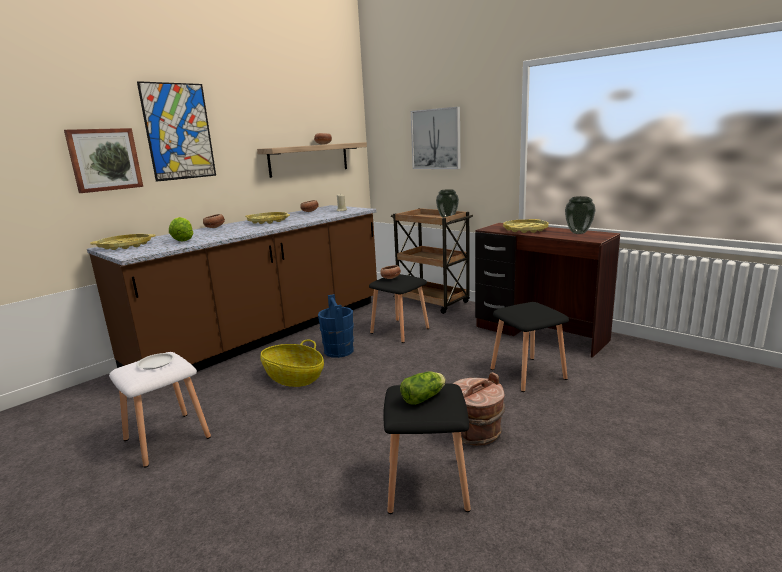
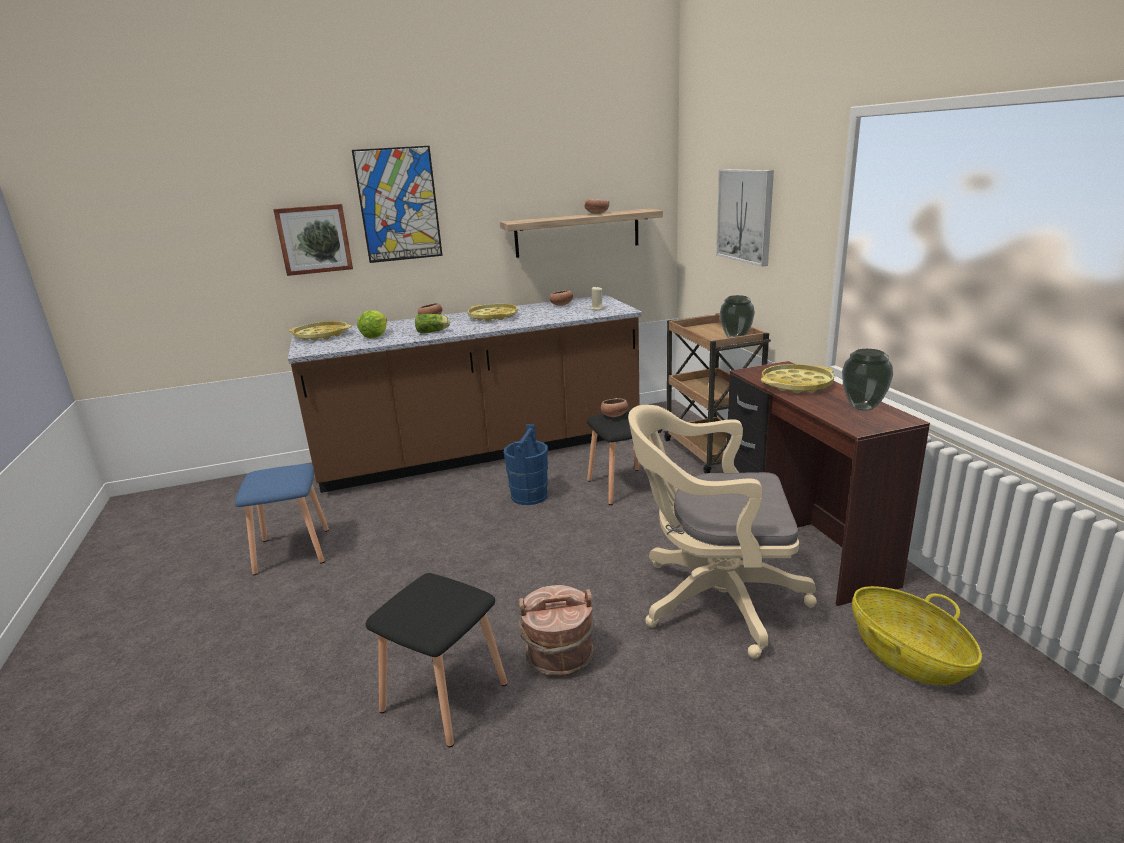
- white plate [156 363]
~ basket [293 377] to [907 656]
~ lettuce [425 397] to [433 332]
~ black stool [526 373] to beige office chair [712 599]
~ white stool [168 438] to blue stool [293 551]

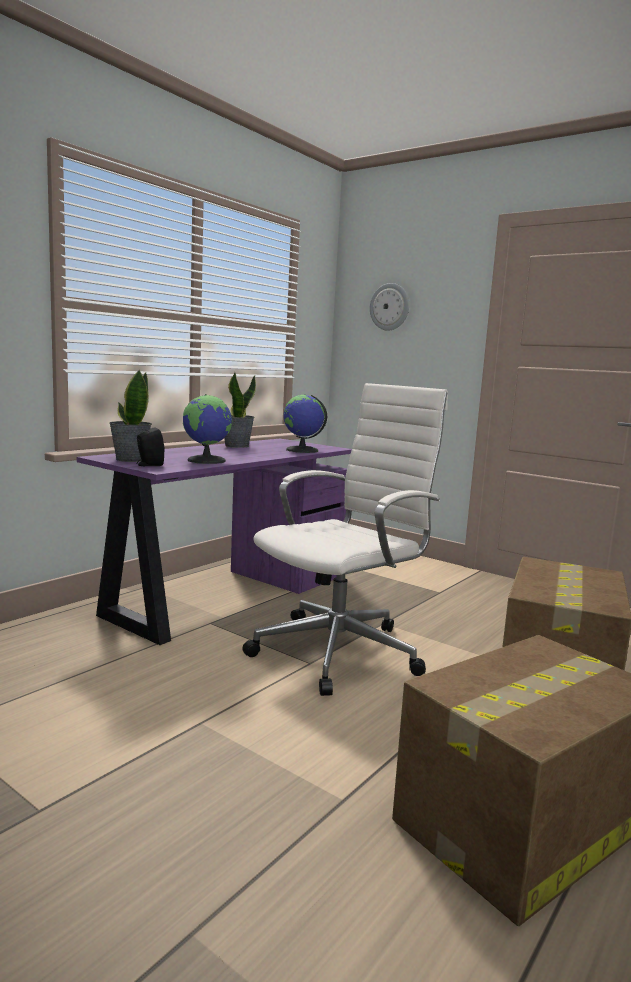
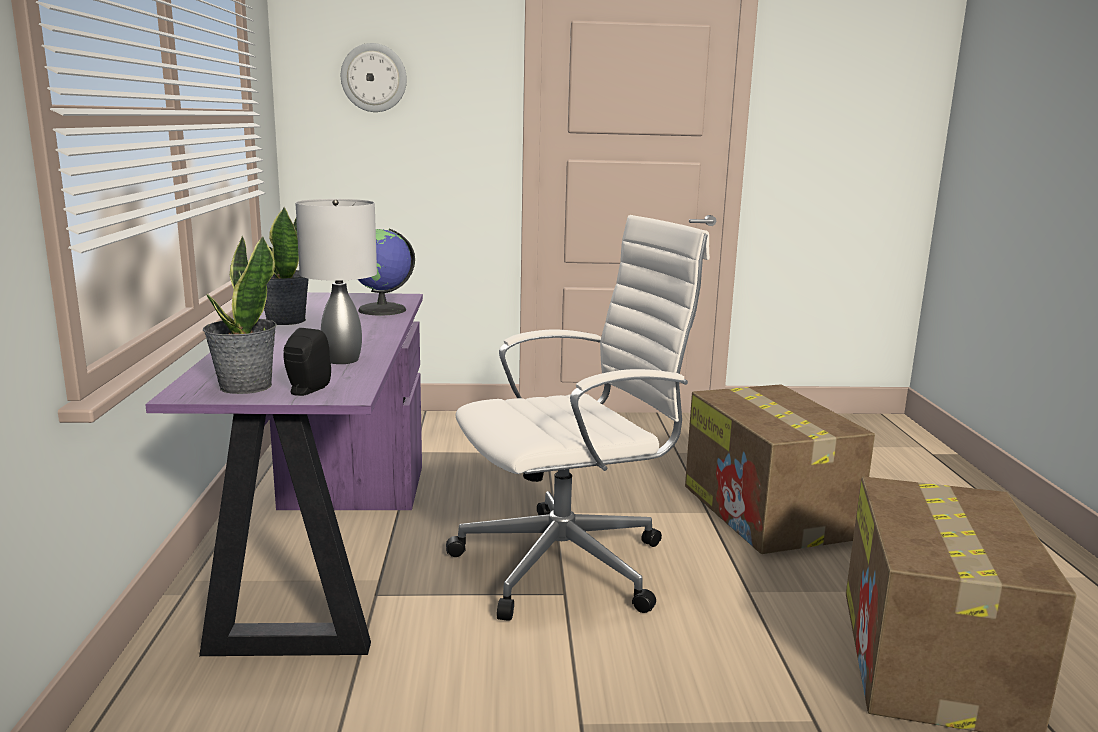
~ globe [207 460] to grey table lamp [343 359]
~ white office chair [341 651] = [569 564] 60 degrees clockwise

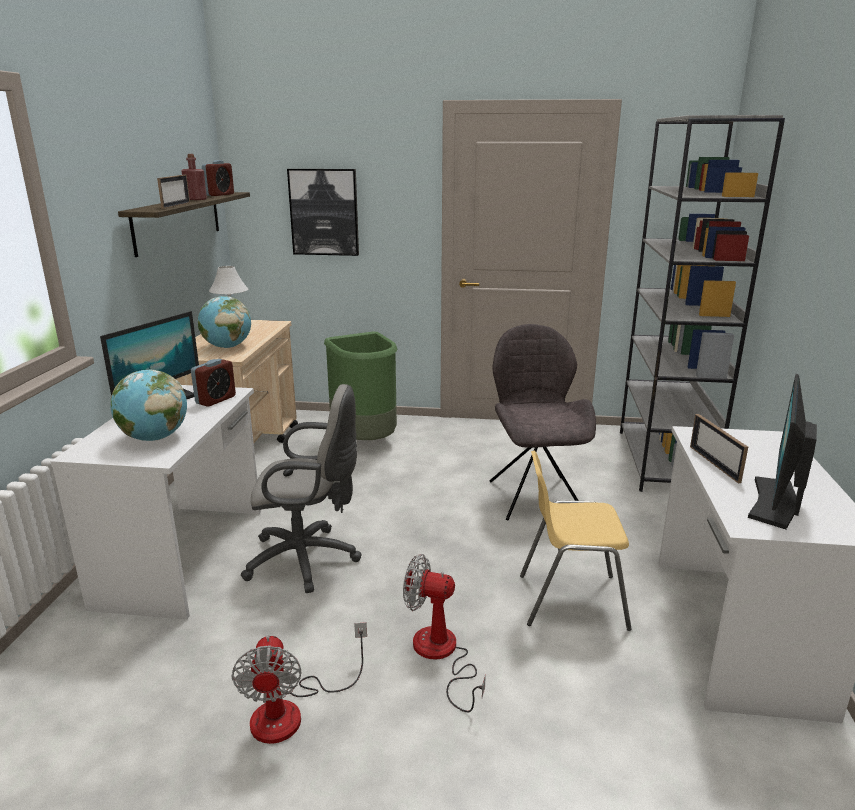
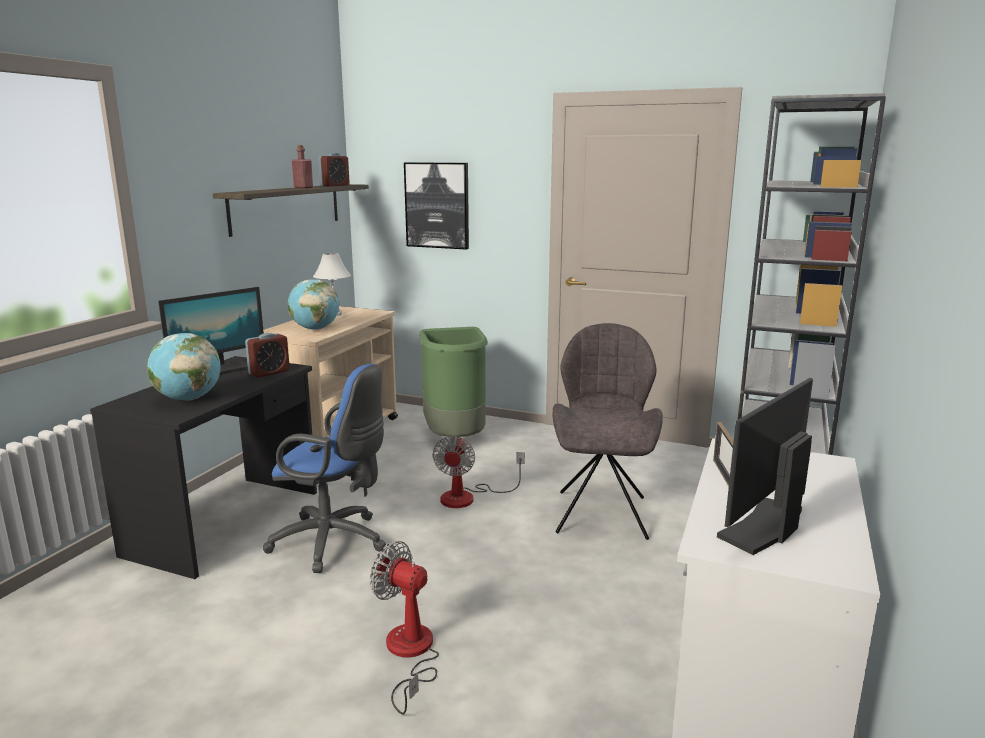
- picture frame [176 205]
- yellow chair [570 600]
~ fan [292 711] to [468 497]
~ white desk [185 555] to black desk [227 522]
~ grey office chair [308 560] to blue office chair [334 542]

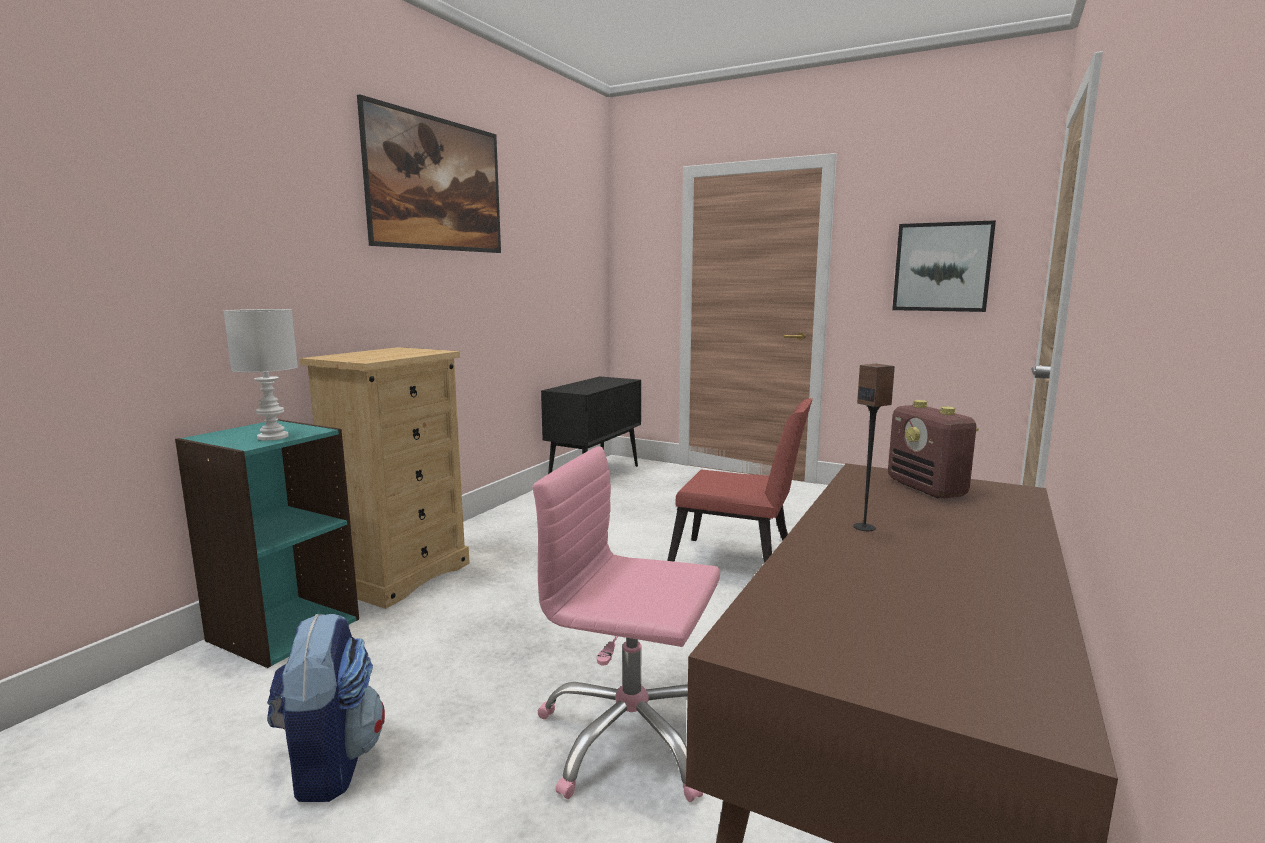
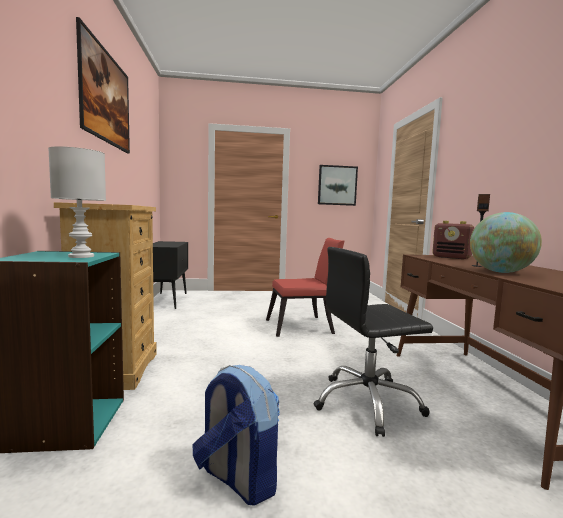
+ globe [500 272]
~ pink office chair [630 737] to black office chair [367 403]

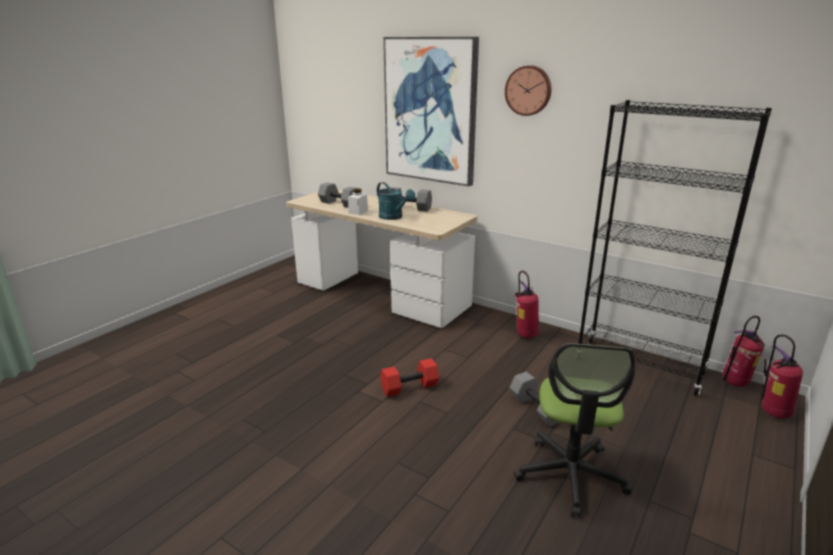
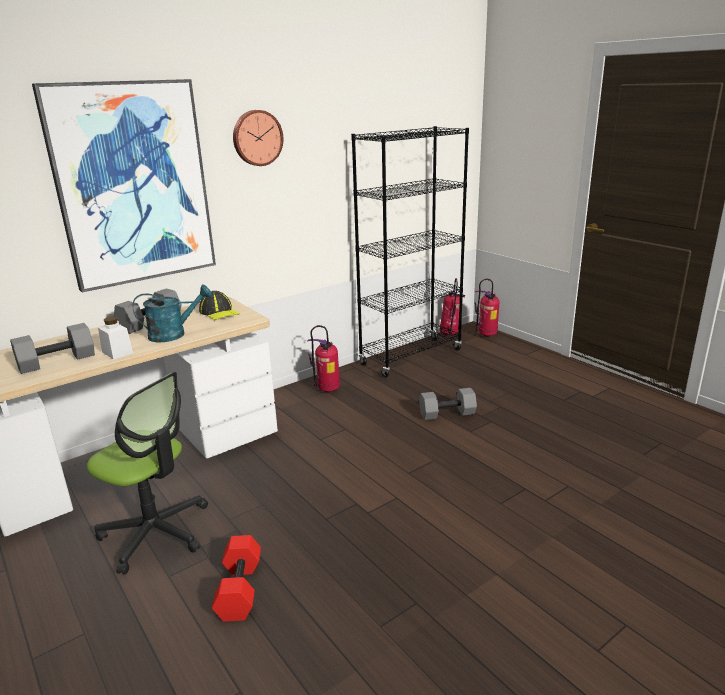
+ cap [219 312]
~ red dumbbell [410 386] to [238 589]
~ office chair [570 475] to [156 532]

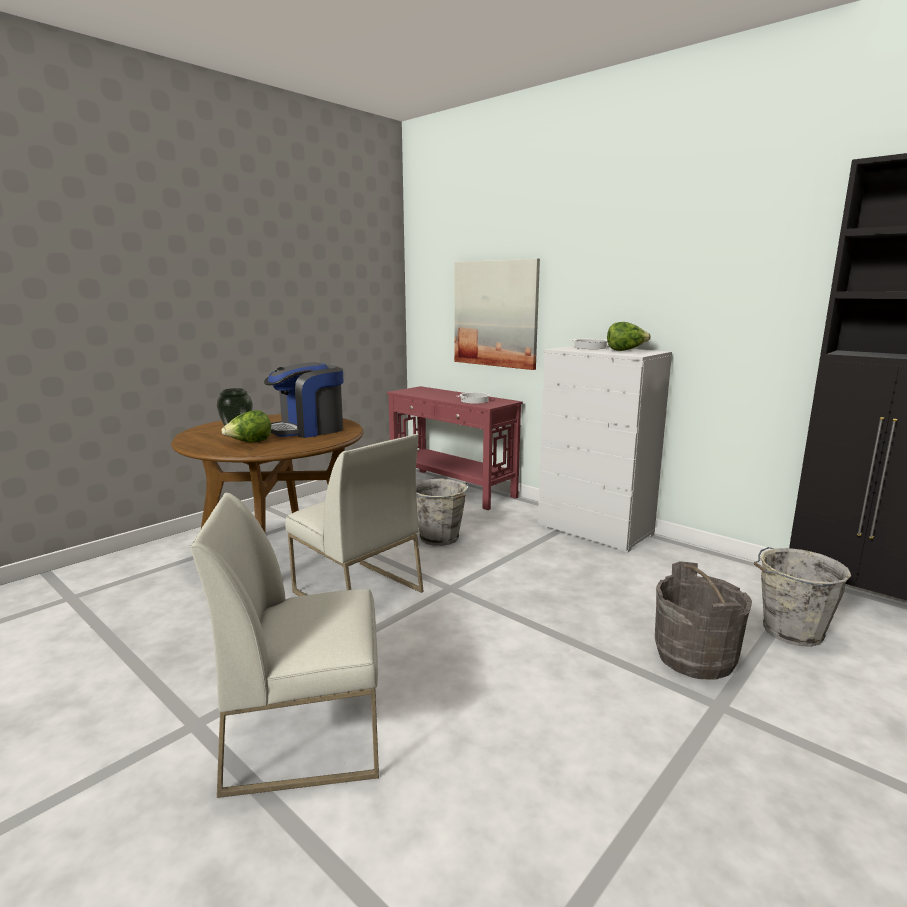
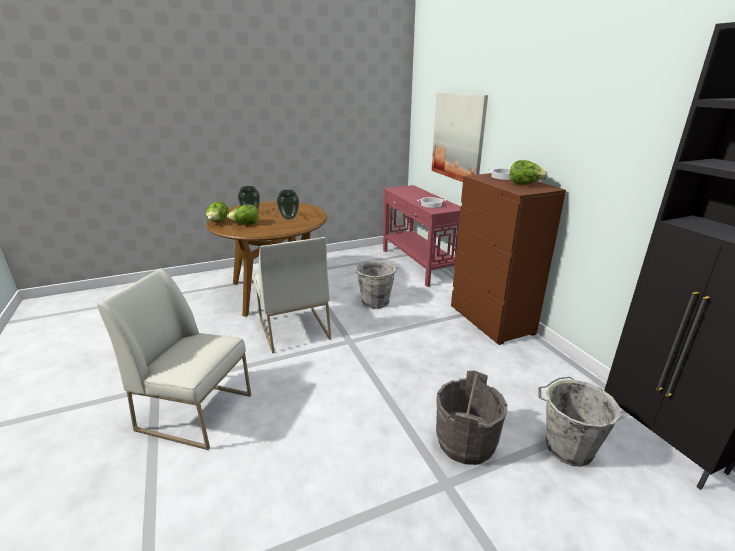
+ lettuce [218 222]
~ coffee machine [308 430] to vase [289 218]
~ white dresser [595 530] to brown dresser [491 320]

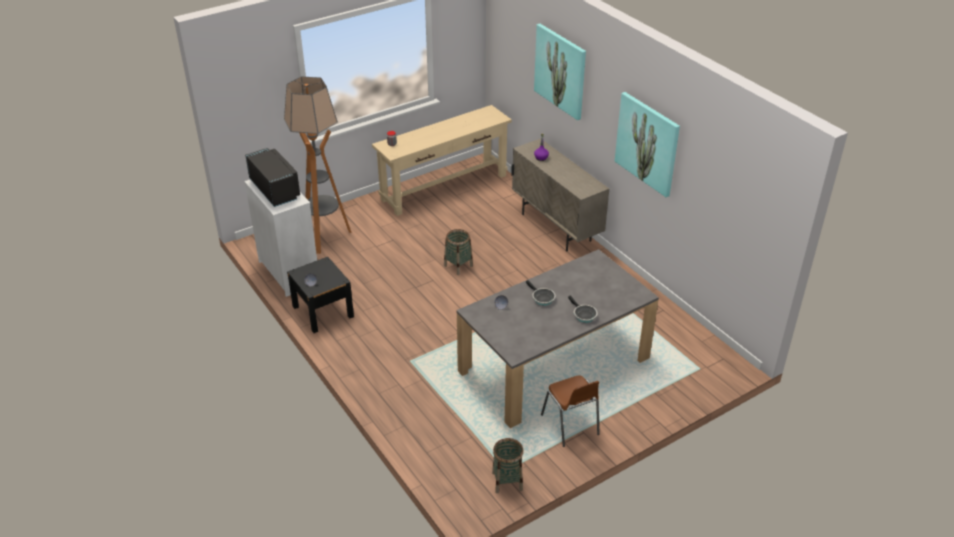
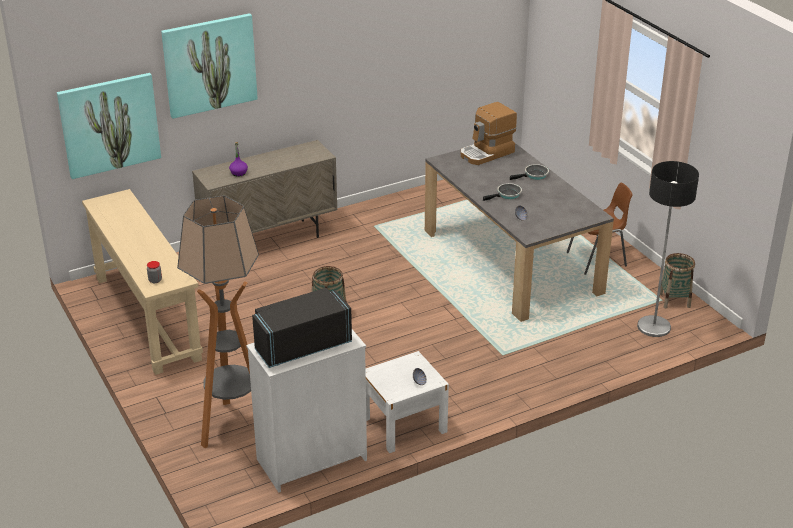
+ coffee machine [487 153]
+ floor lamp [654 327]
~ picture [647 143] to [109 124]
~ black nightstand [323 311] to white nightstand [404 425]

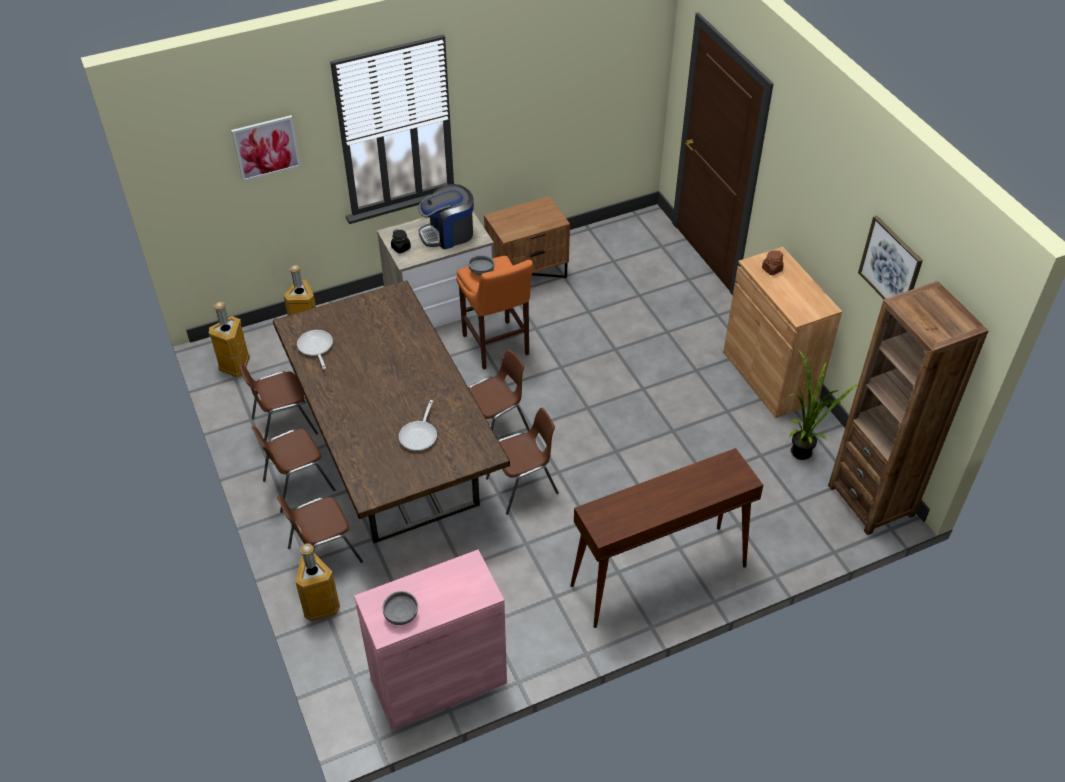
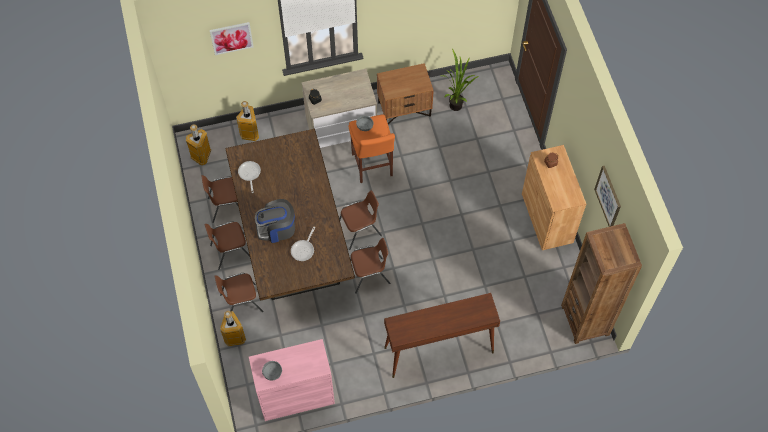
~ coffee machine [448 234] to [277 228]
~ potted plant [800 448] to [456 103]

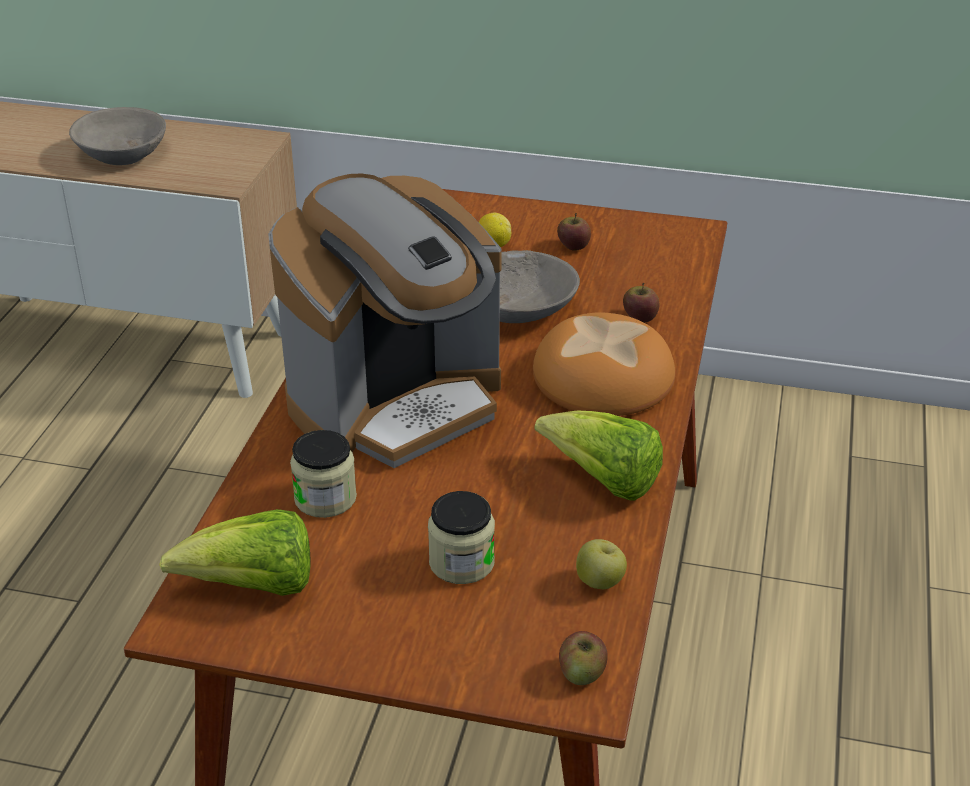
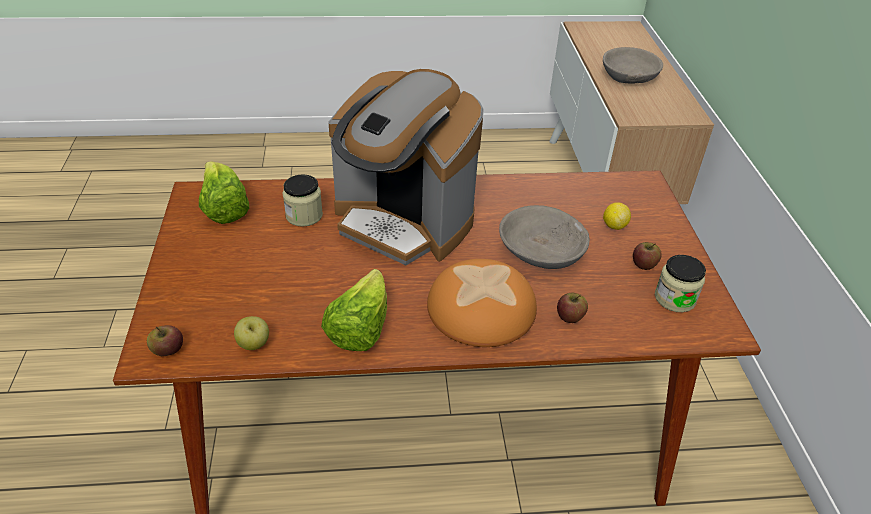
~ jar [461 562] to [674 298]

